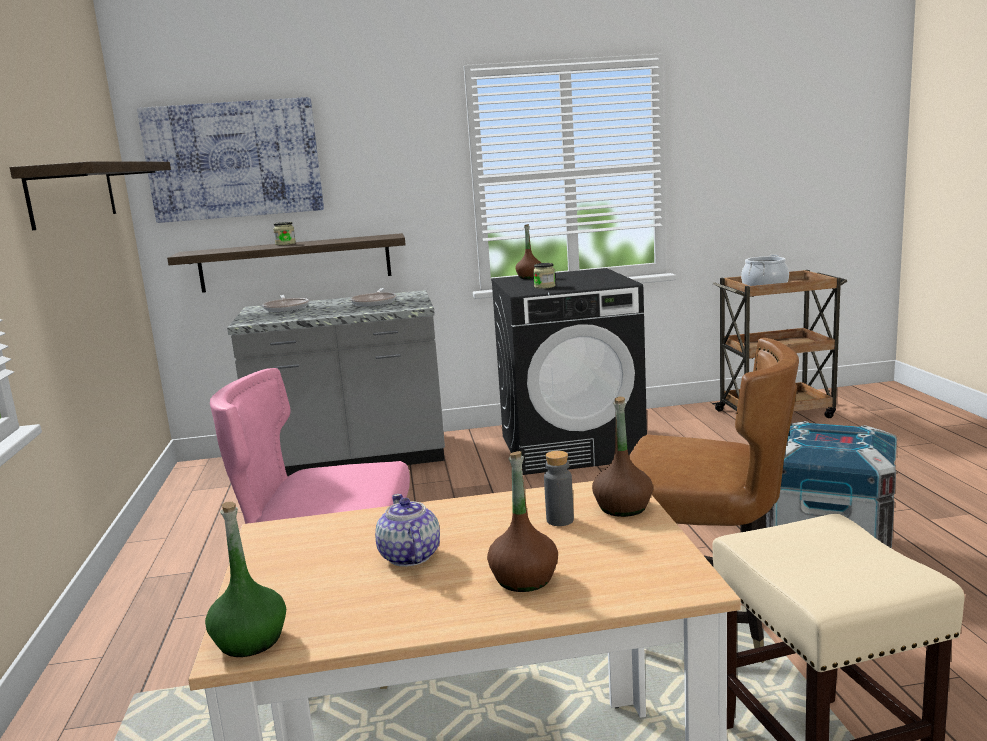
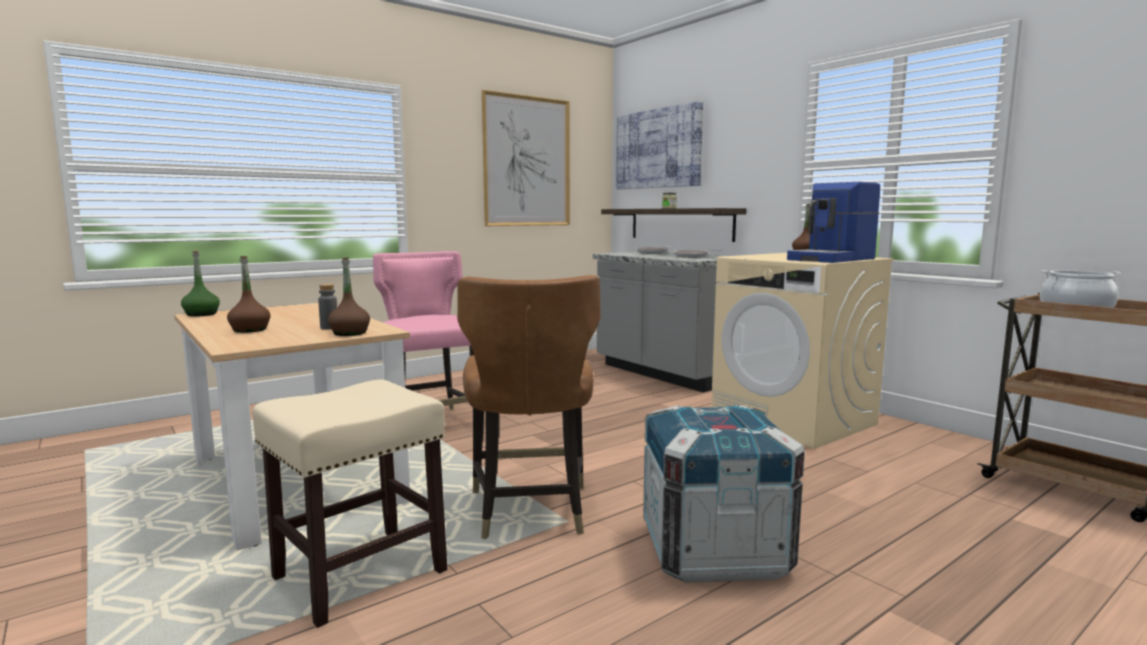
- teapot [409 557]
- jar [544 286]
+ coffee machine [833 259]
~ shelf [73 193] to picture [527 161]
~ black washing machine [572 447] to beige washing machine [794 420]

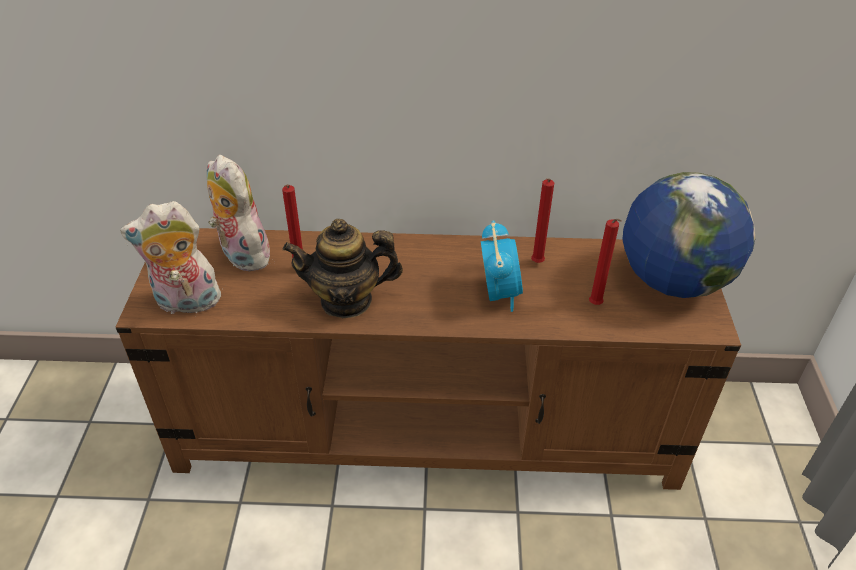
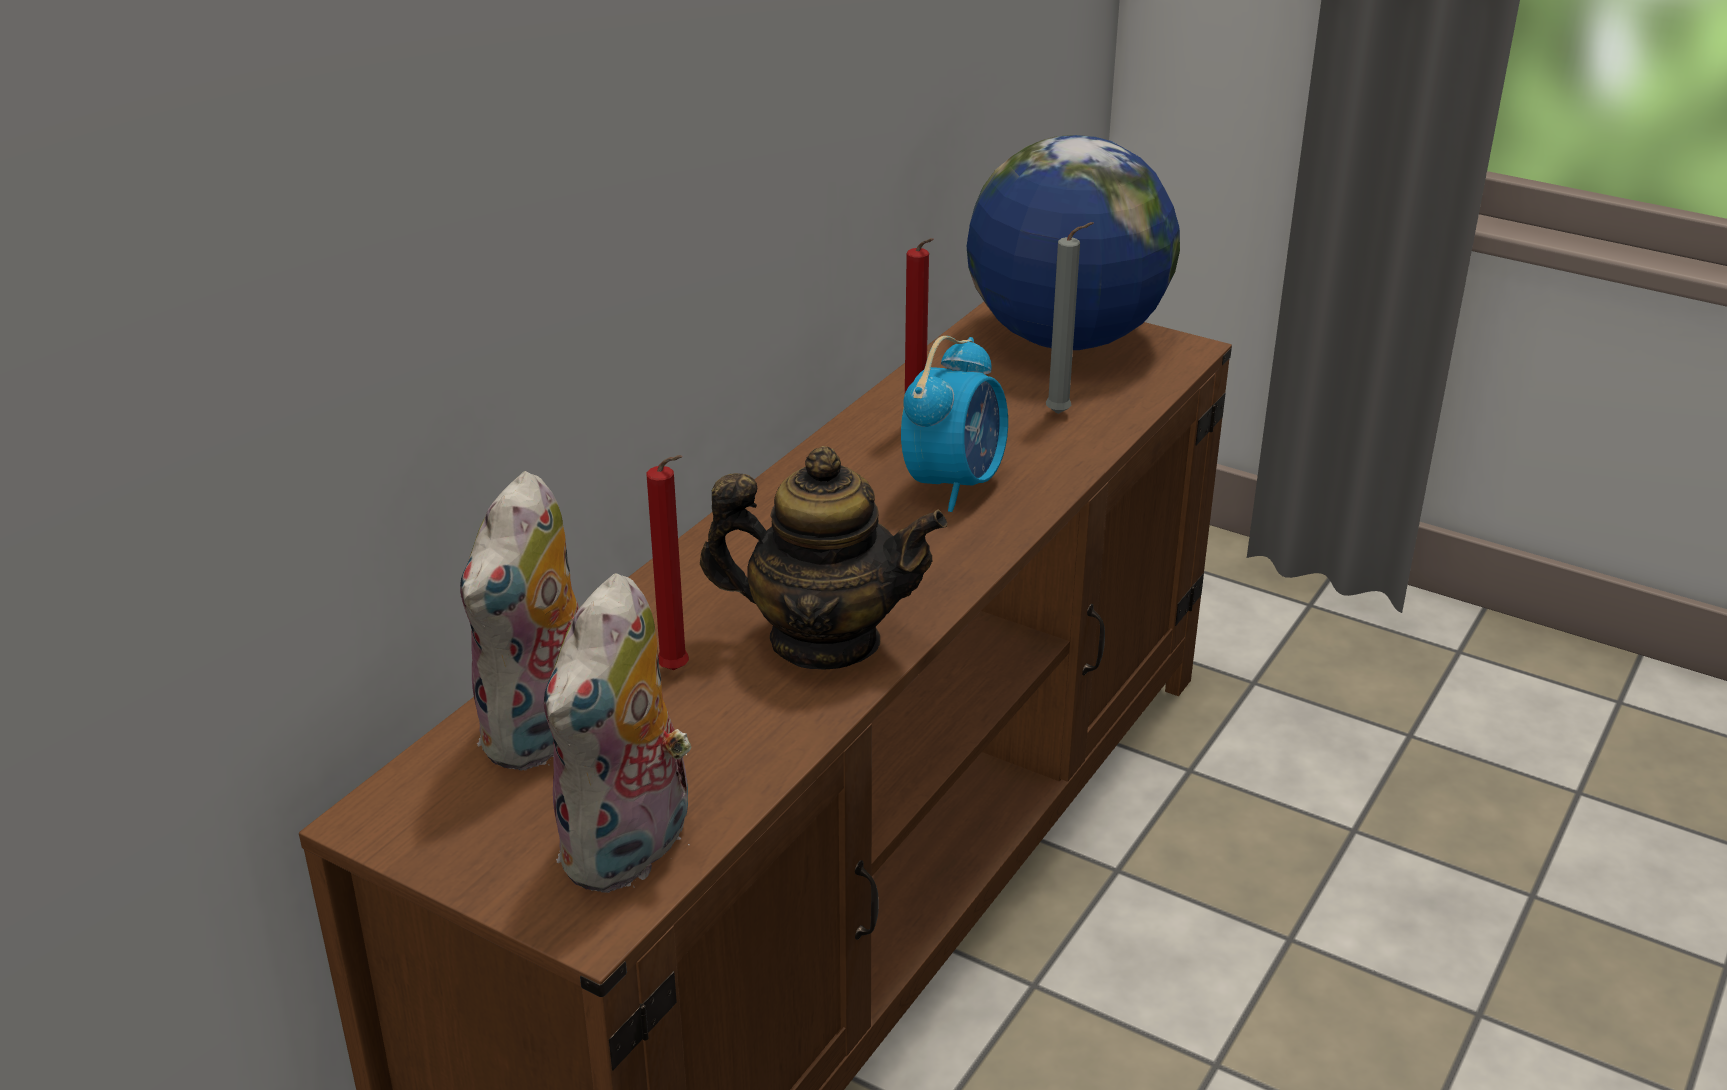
~ red candle [596 306] to grey candle [1062 414]
~ plush toy [241 255] = [546 734] 60 degrees counterclockwise
~ teapot [346 300] = [824 640] 105 degrees counterclockwise
~ alarm clock [499 293] = [955 483] 90 degrees clockwise

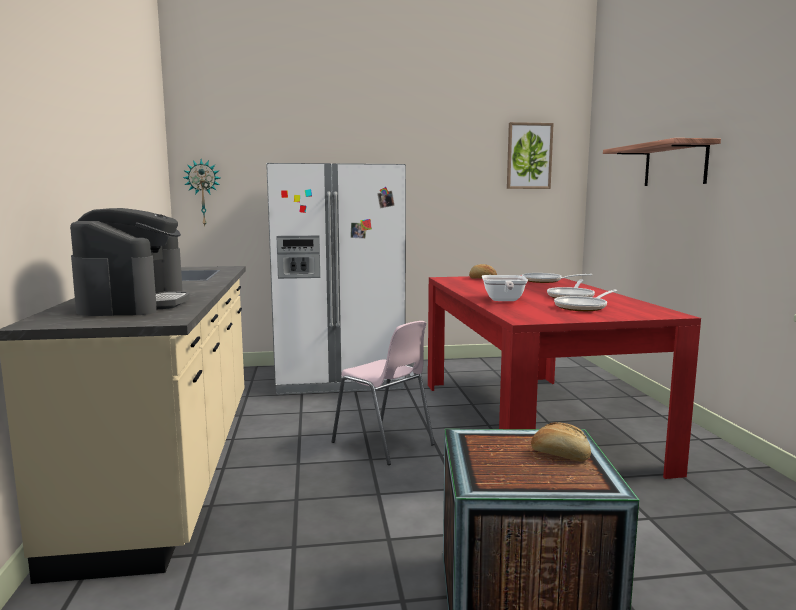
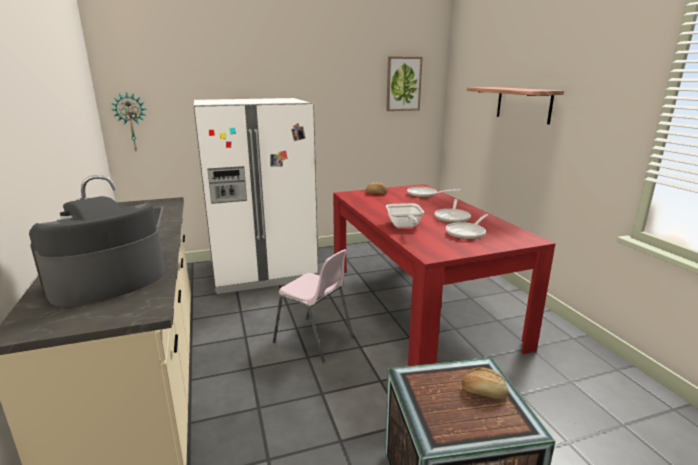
~ coffee machine [134 304] = [106 281] 120 degrees counterclockwise

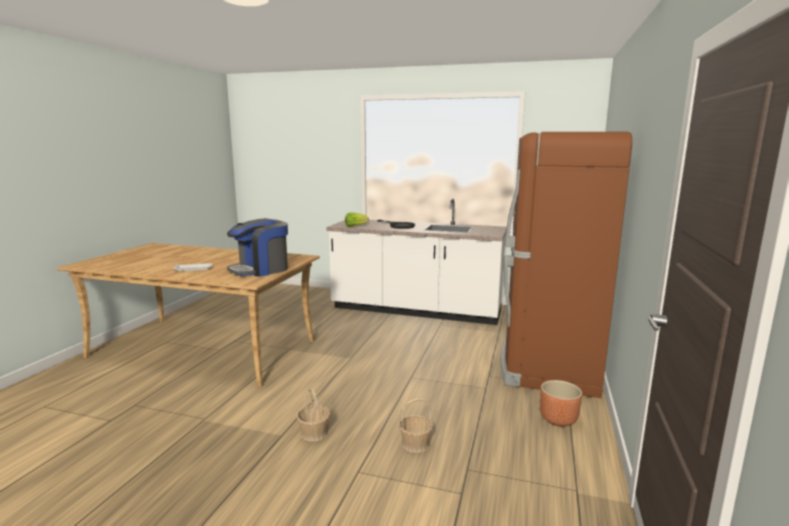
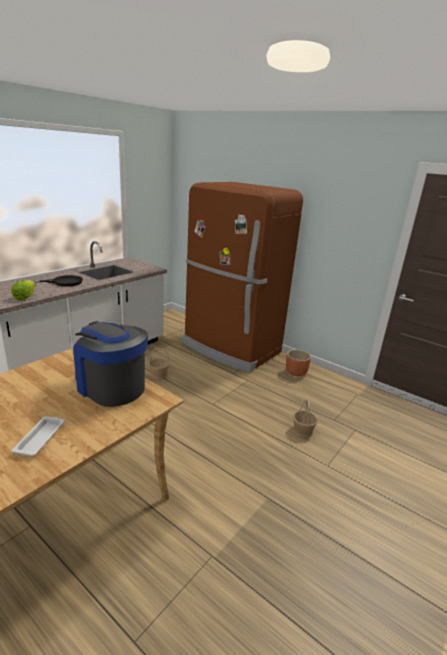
~ basket [314 433] to [158 374]
~ coffee machine [260 270] = [111 387] 150 degrees clockwise

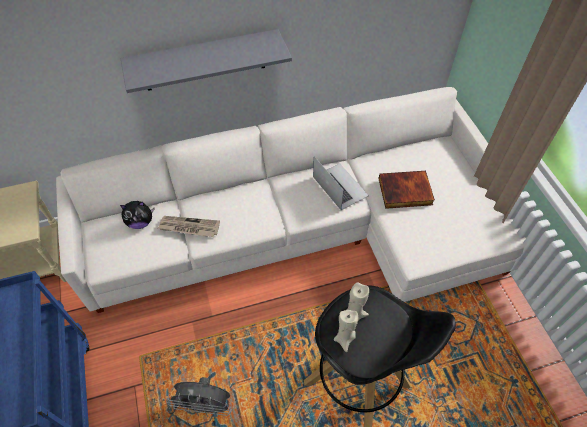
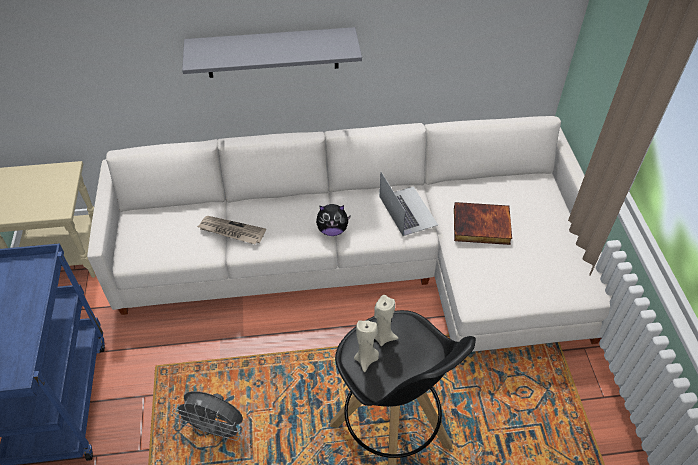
~ plush toy [140 222] to [332 230]

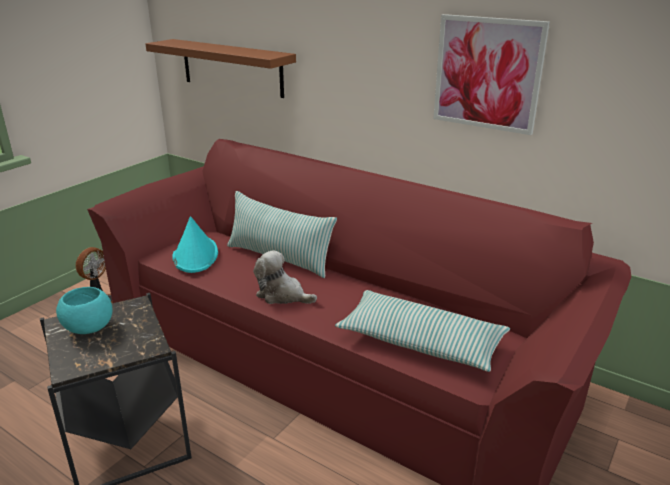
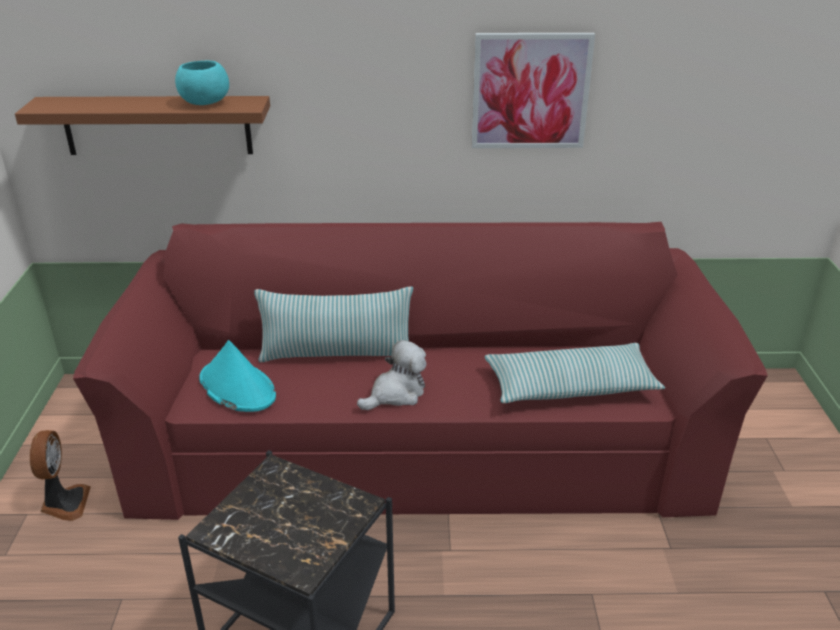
~ turquoise bowl [88 328] to [205 103]
~ plush toy [282 295] = [396 394] 150 degrees clockwise

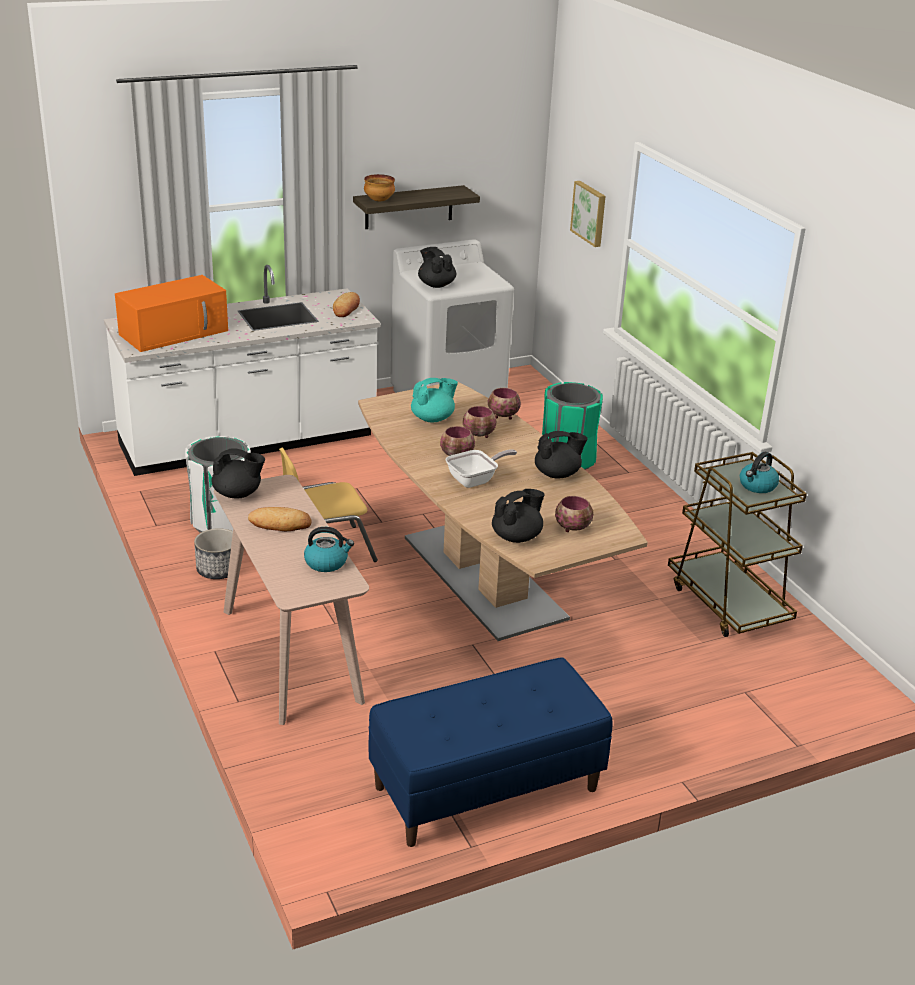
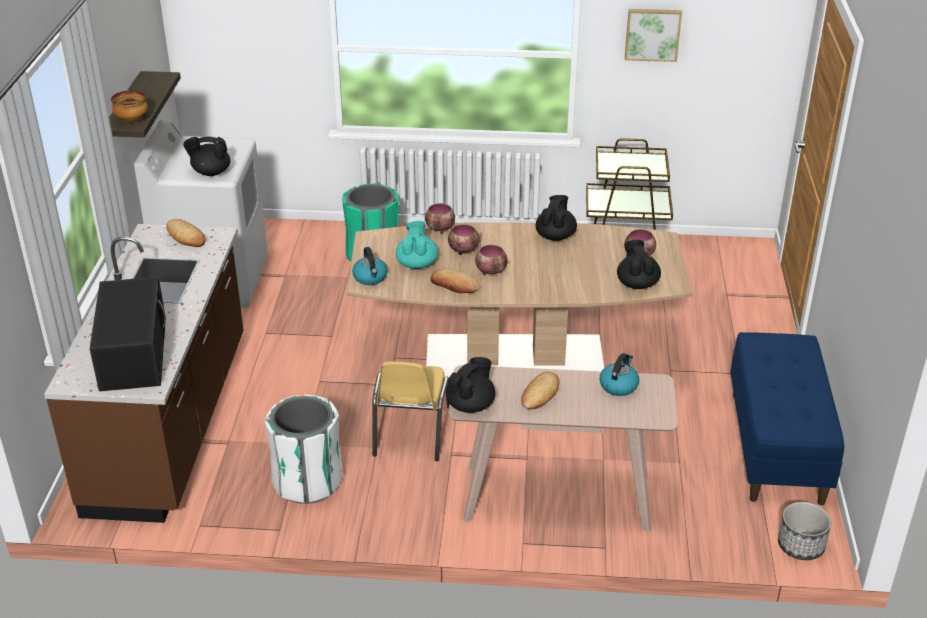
- frying pan [476 480]
+ bread [454 285]
~ planter [218 570] to [800 546]
~ picture [590 213] to [652 34]
~ kettle [757 486] to [370 278]
~ white counter [249 442] to brown counter [171 423]
~ orange microwave [175 332] to black microwave [133 352]

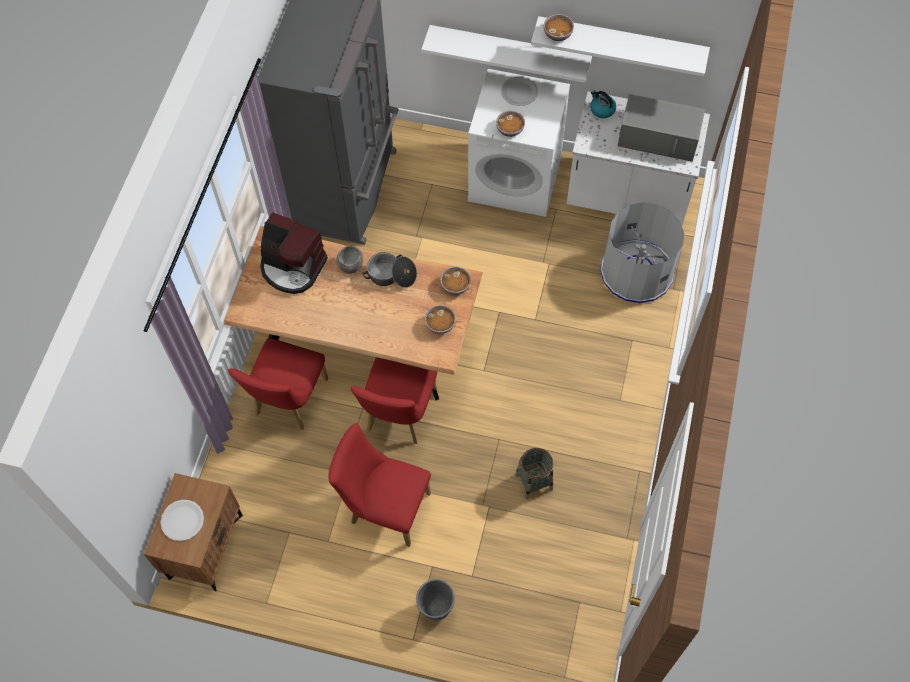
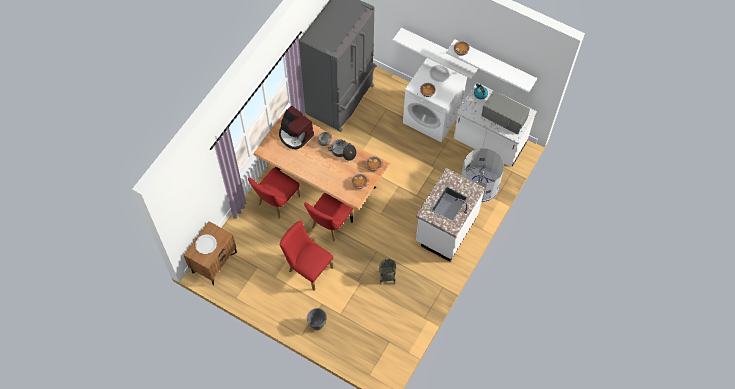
+ white counter [445 229]

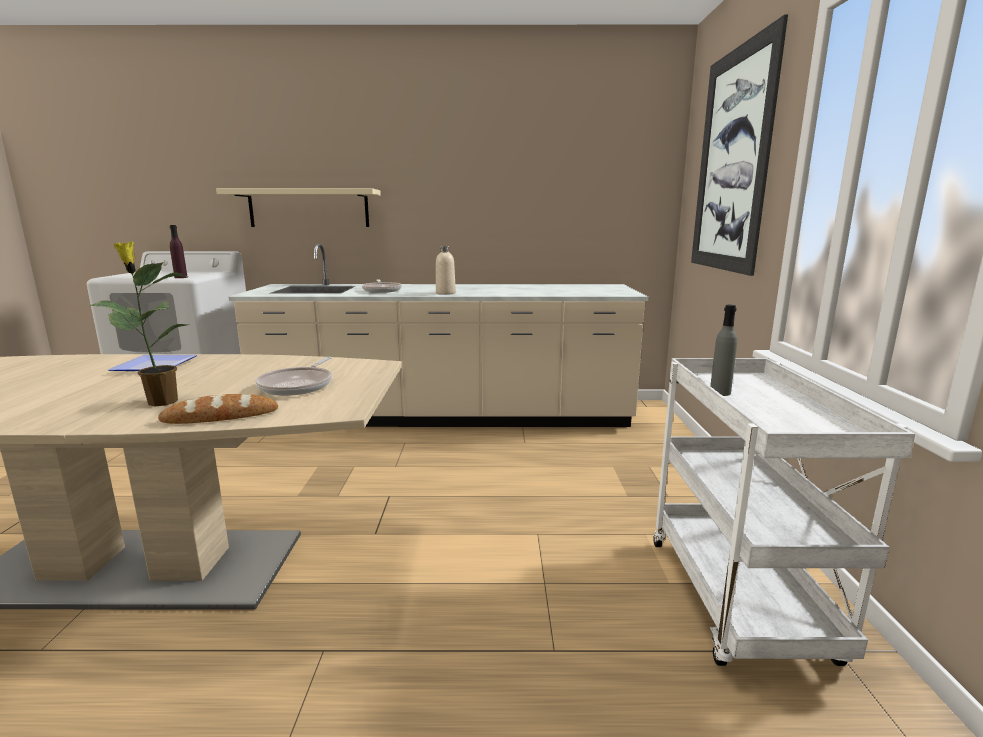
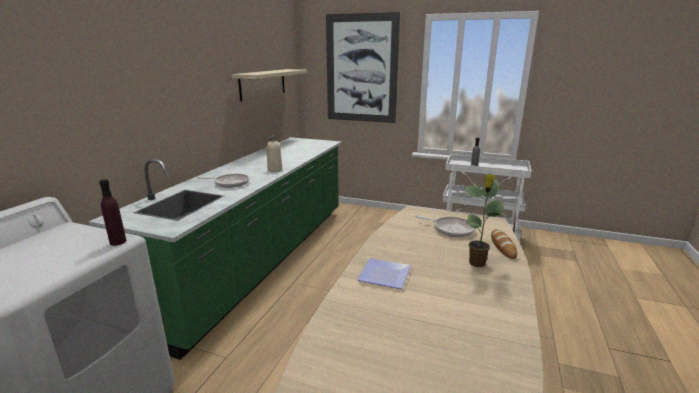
~ beige shelf [309 208] to [263 84]
~ beige counter [446 417] to green counter [261 260]

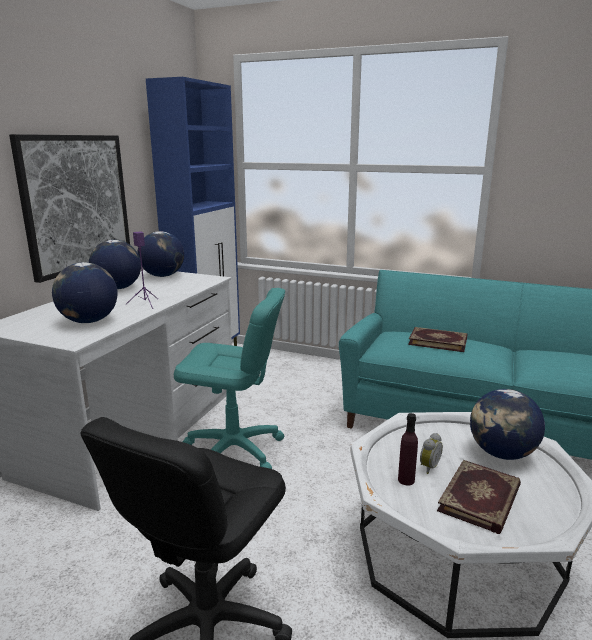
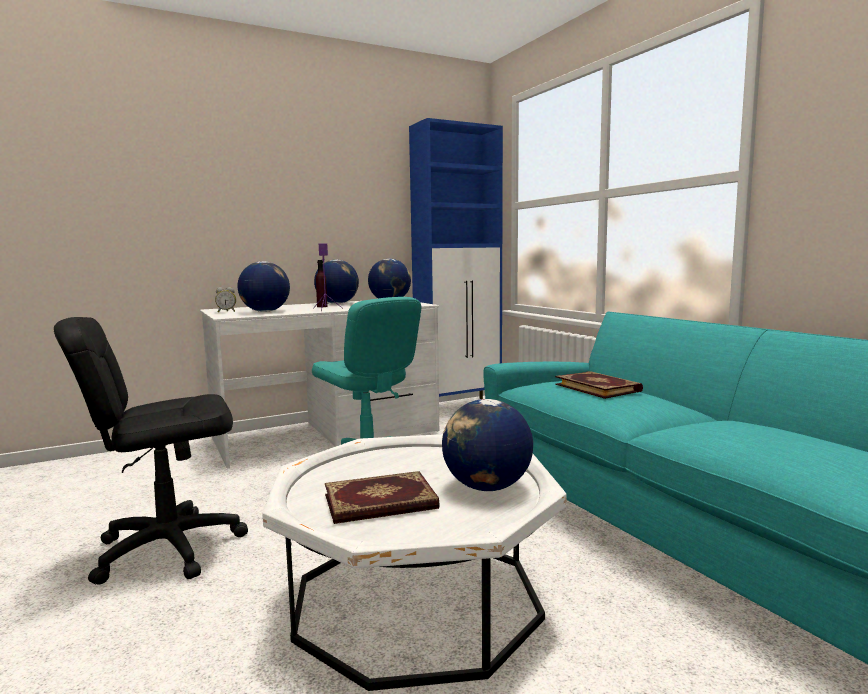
- picture [76 203]
~ purple bottle [406 480] to [322 306]
~ alarm clock [428 467] to [226 311]

